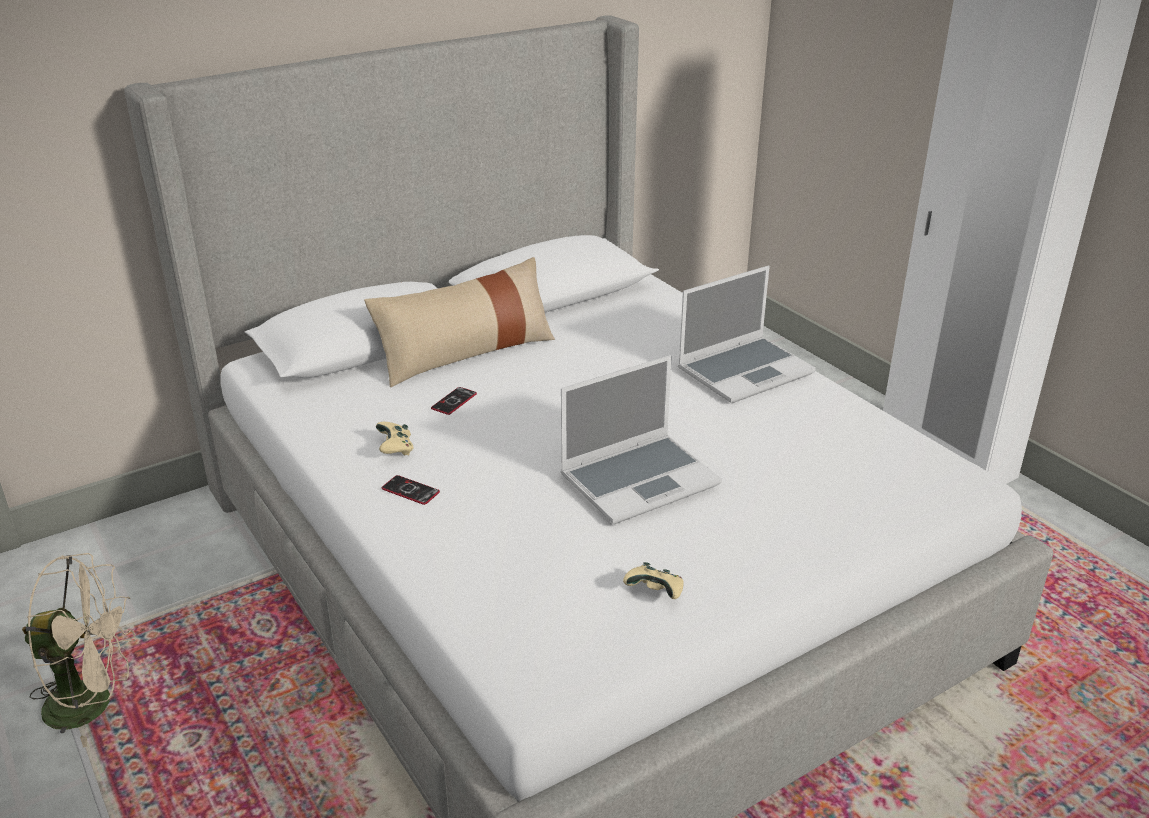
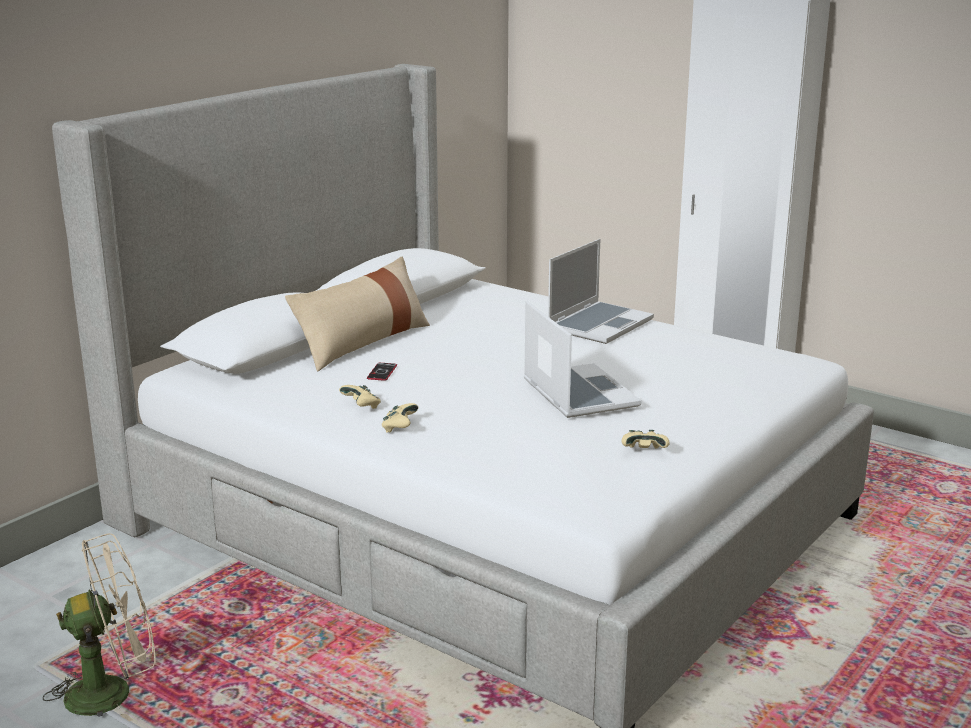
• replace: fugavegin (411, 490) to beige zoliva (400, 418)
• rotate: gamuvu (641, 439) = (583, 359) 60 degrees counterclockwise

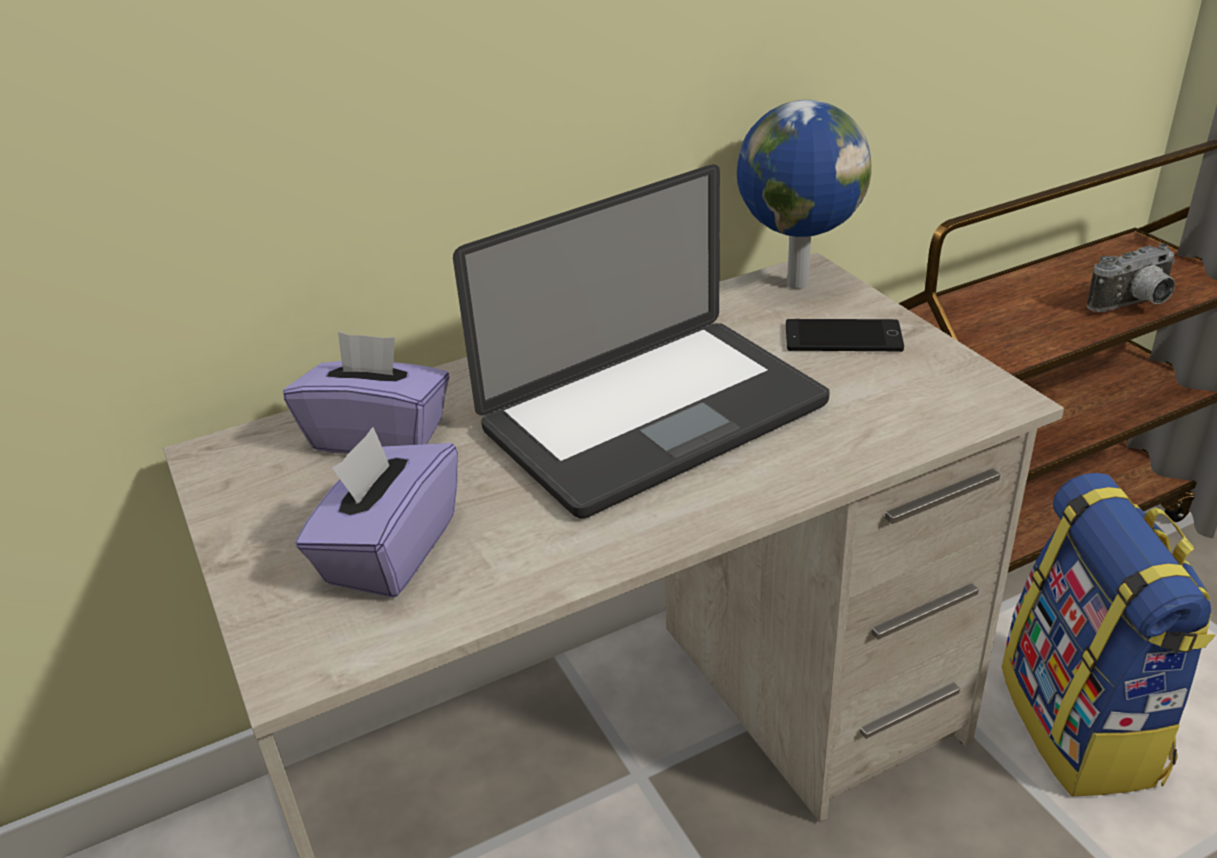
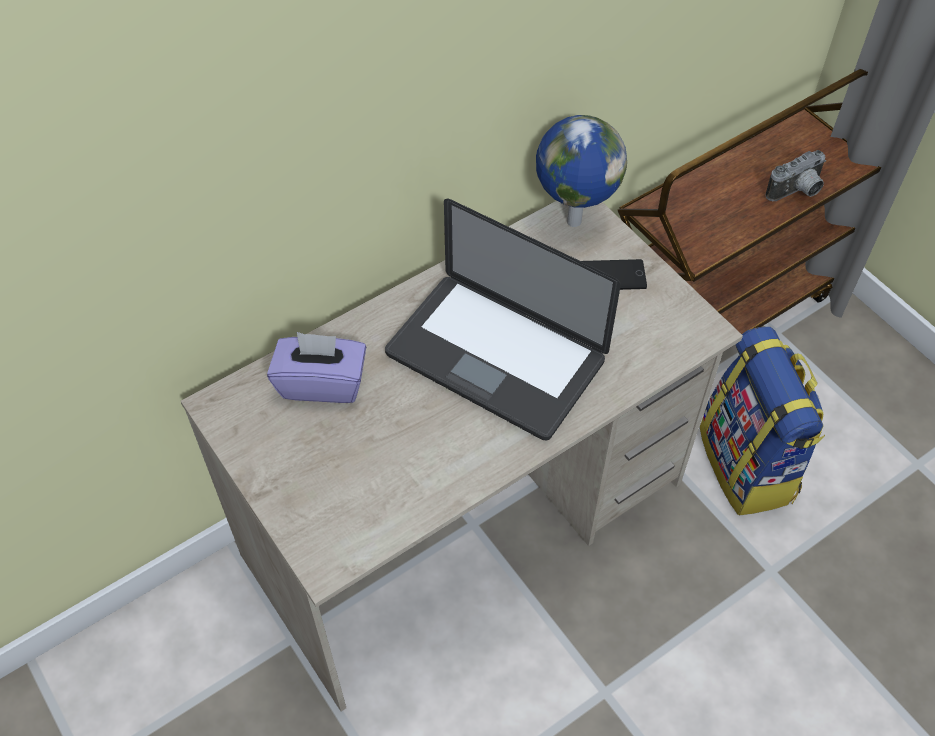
• rotate: gamuvu (641, 341) = (503, 319) 75 degrees clockwise
• delete: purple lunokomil (376, 512)

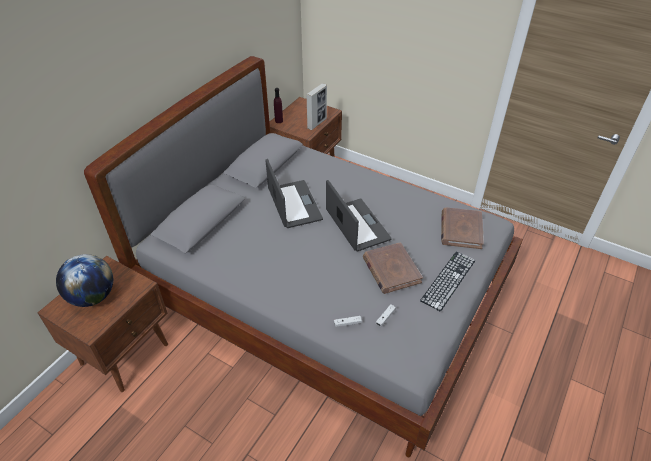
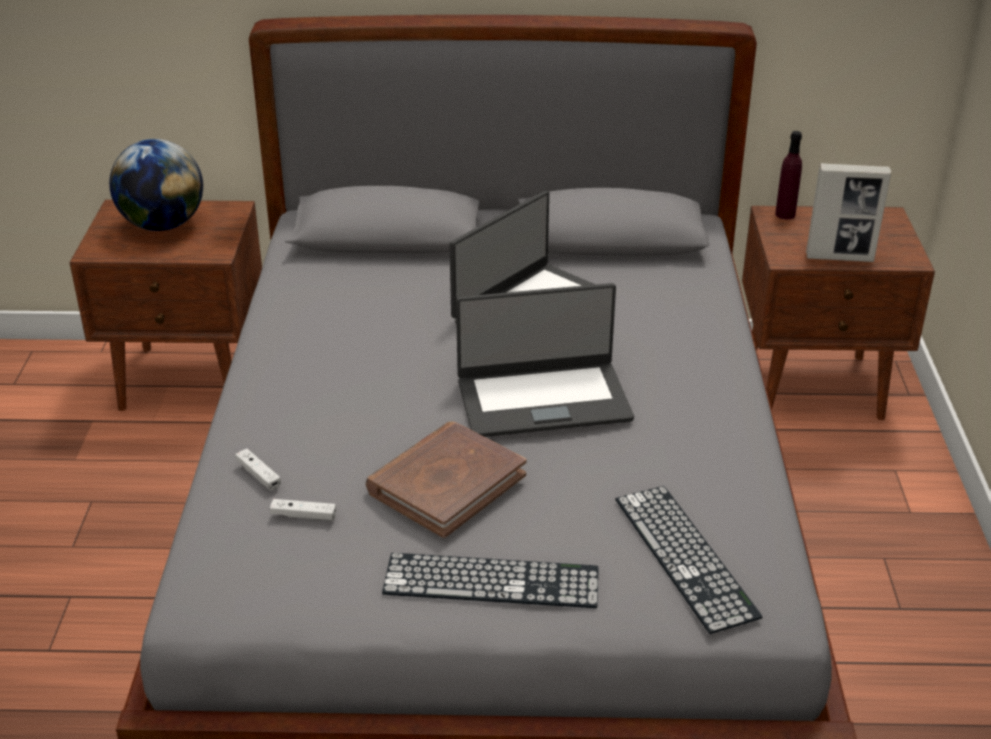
• rotate: gamuvu (359, 216) = (545, 360) 45 degrees clockwise
• replace: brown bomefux (462, 228) to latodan (689, 560)

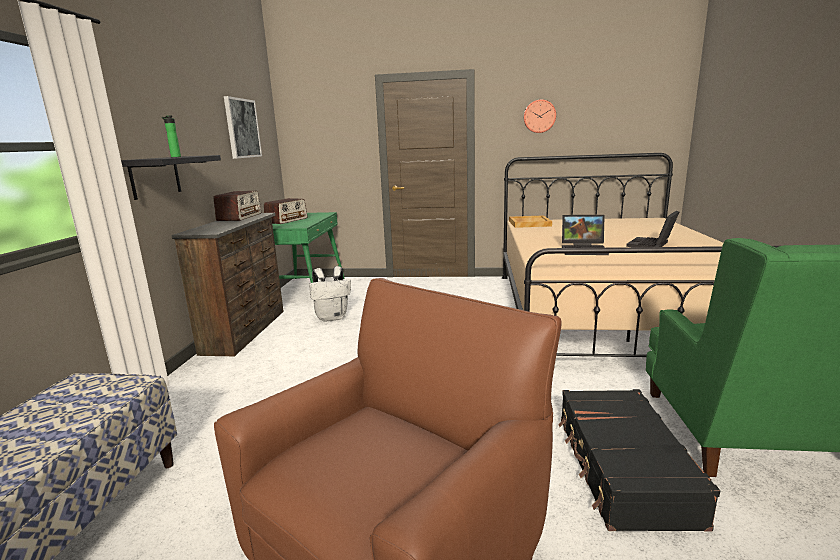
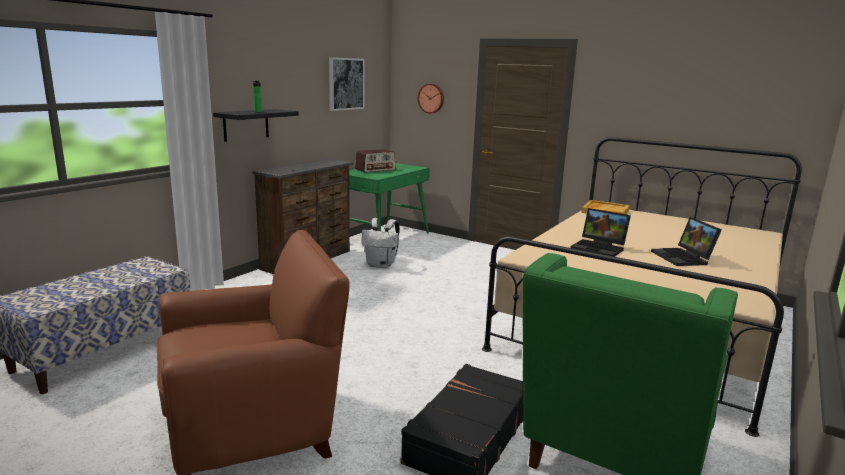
• move: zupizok (540, 116) to (431, 98)
• rotate: gamuvu (652, 229) = (686, 241) 75 degrees counterclockwise
• delete: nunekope (237, 206)

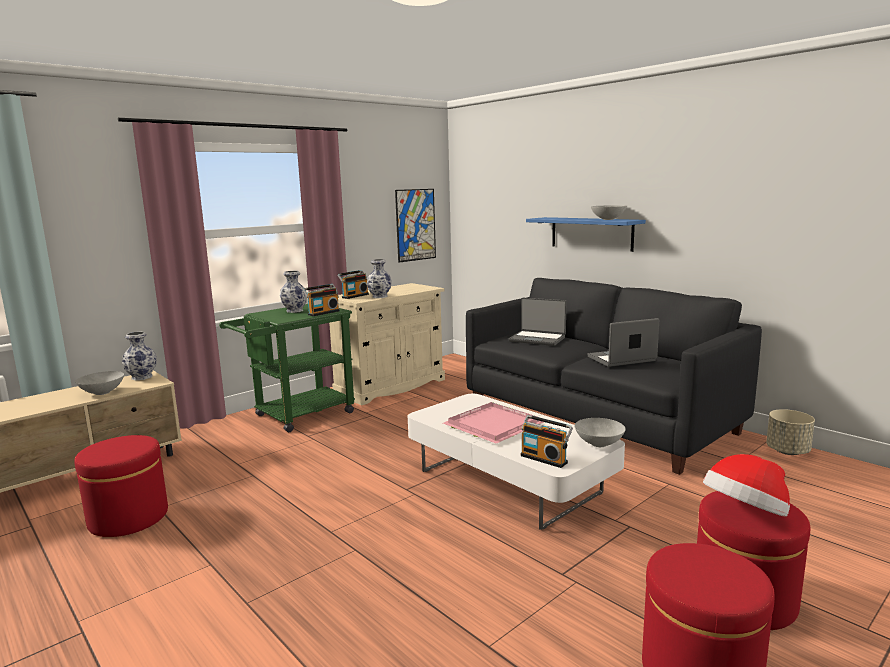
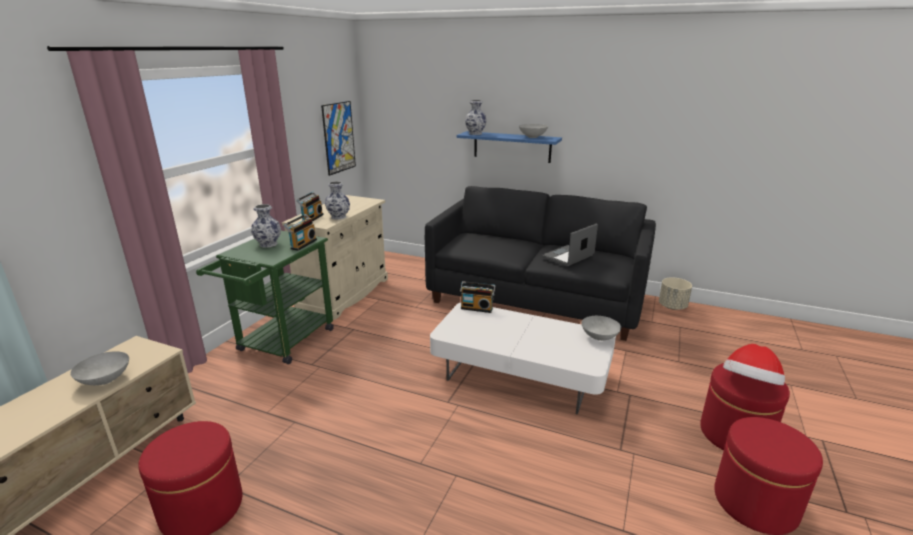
• move: nunekope (547, 441) to (478, 297)
• move: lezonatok (139, 356) to (476, 117)
• delete: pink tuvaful (493, 423)
• delete: gamuvu (537, 322)

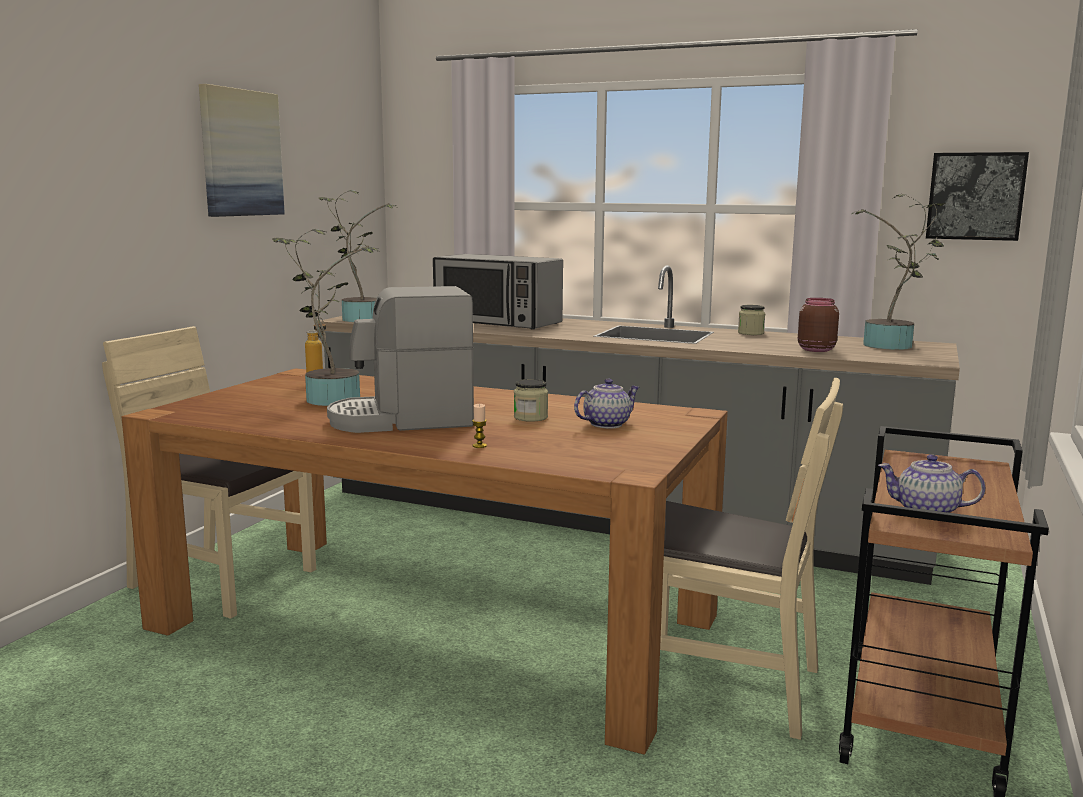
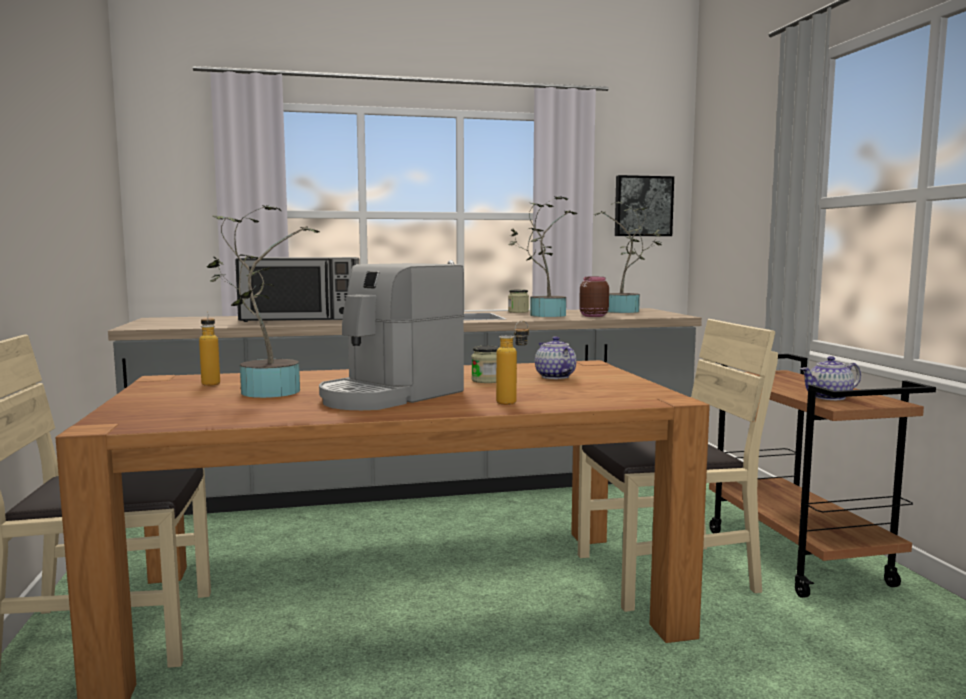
• replace: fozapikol (479, 426) to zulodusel (512, 362)
• move: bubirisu (357, 256) to (543, 257)
• rotate: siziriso (607, 403) = (555, 357) 45 degrees counterclockwise
• delete: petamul (242, 150)

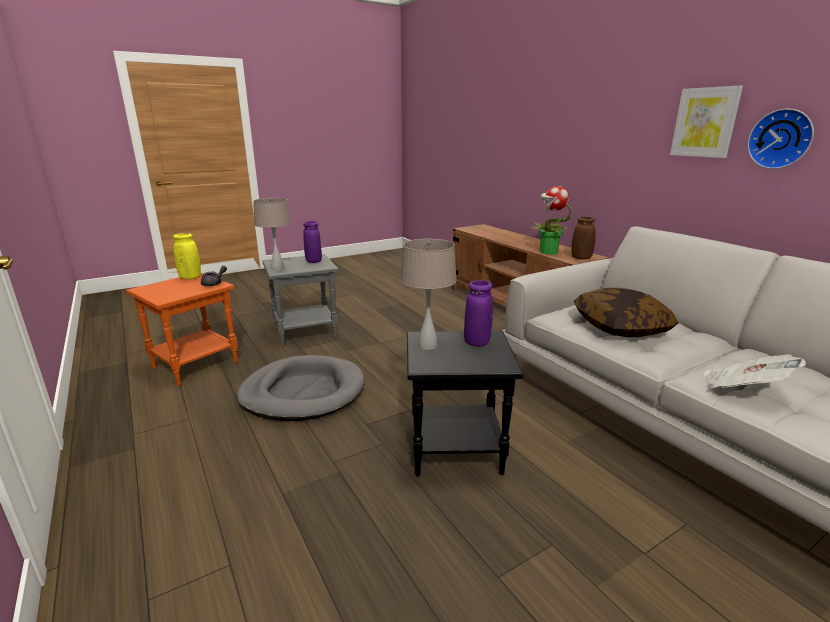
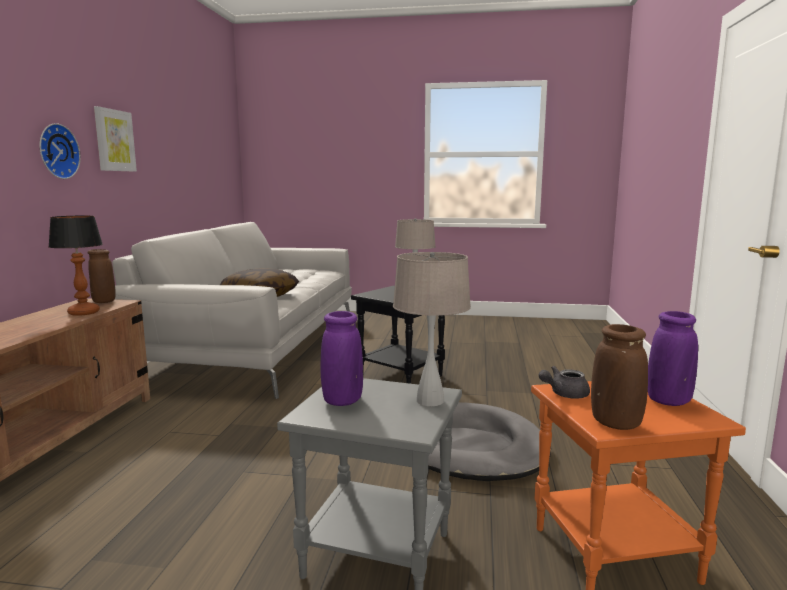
• move: zupizok (780, 139) to (60, 151)
• replace: bubirisu (550, 220) to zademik (75, 265)
• recolor: yellow lezonatok (187, 256) to brown lezonatok (619, 377)
• move: purple lezonatok (478, 313) to (673, 358)
• delete: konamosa (755, 371)

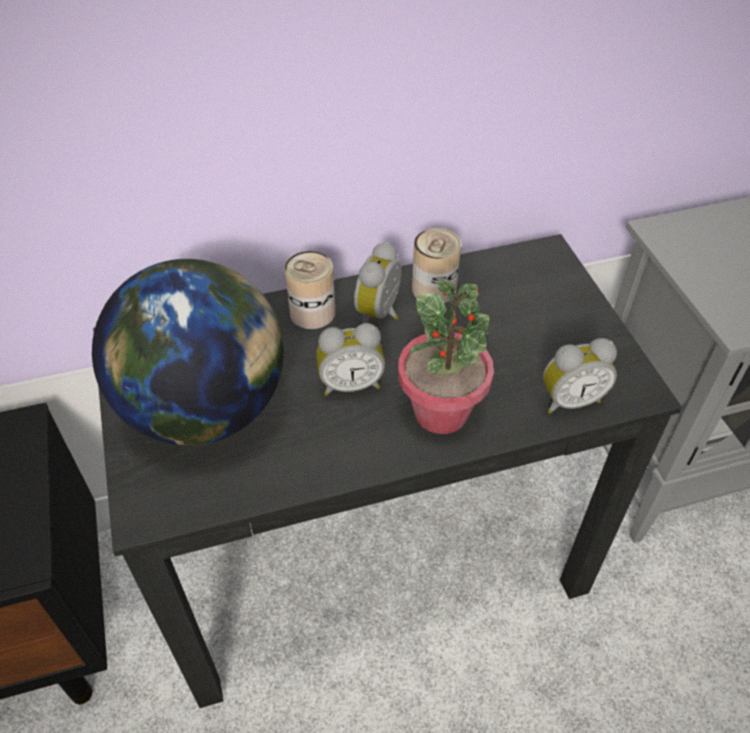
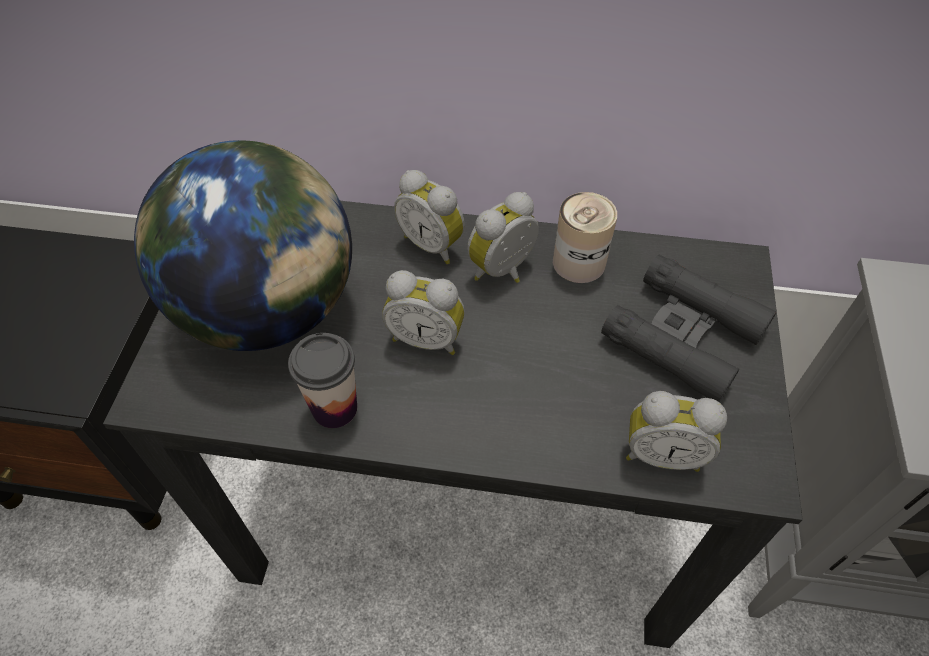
• insert: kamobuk (322, 380)
• replace: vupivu (310, 290) to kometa (429, 217)
• insert: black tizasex (688, 328)
• delete: bubirisu (446, 356)

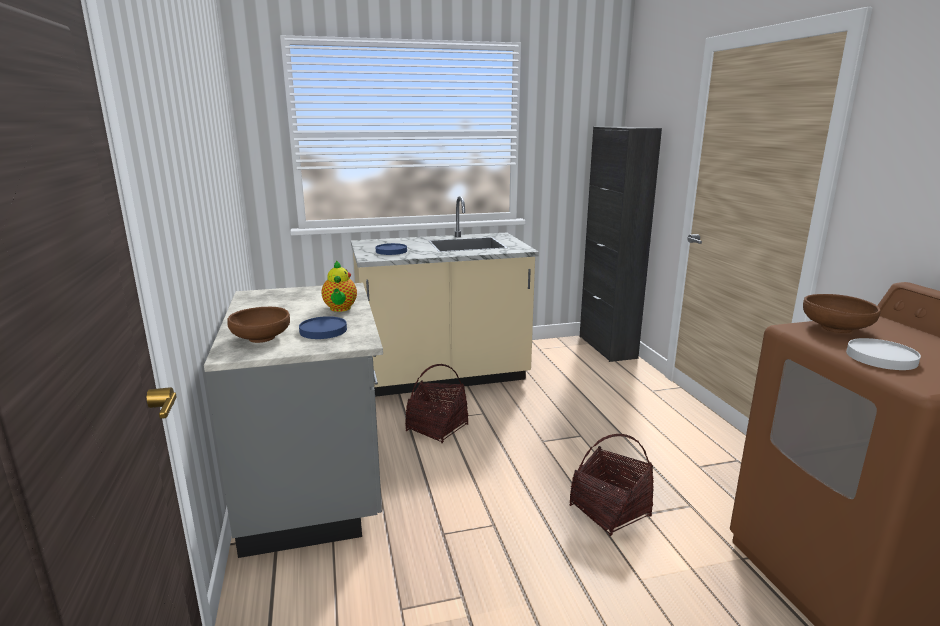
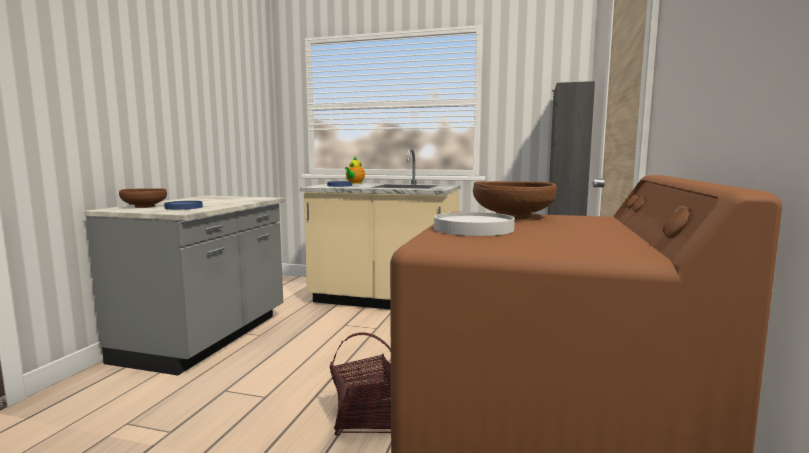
• move: siziriso (339, 286) to (355, 170)
• delete: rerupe (436, 403)

